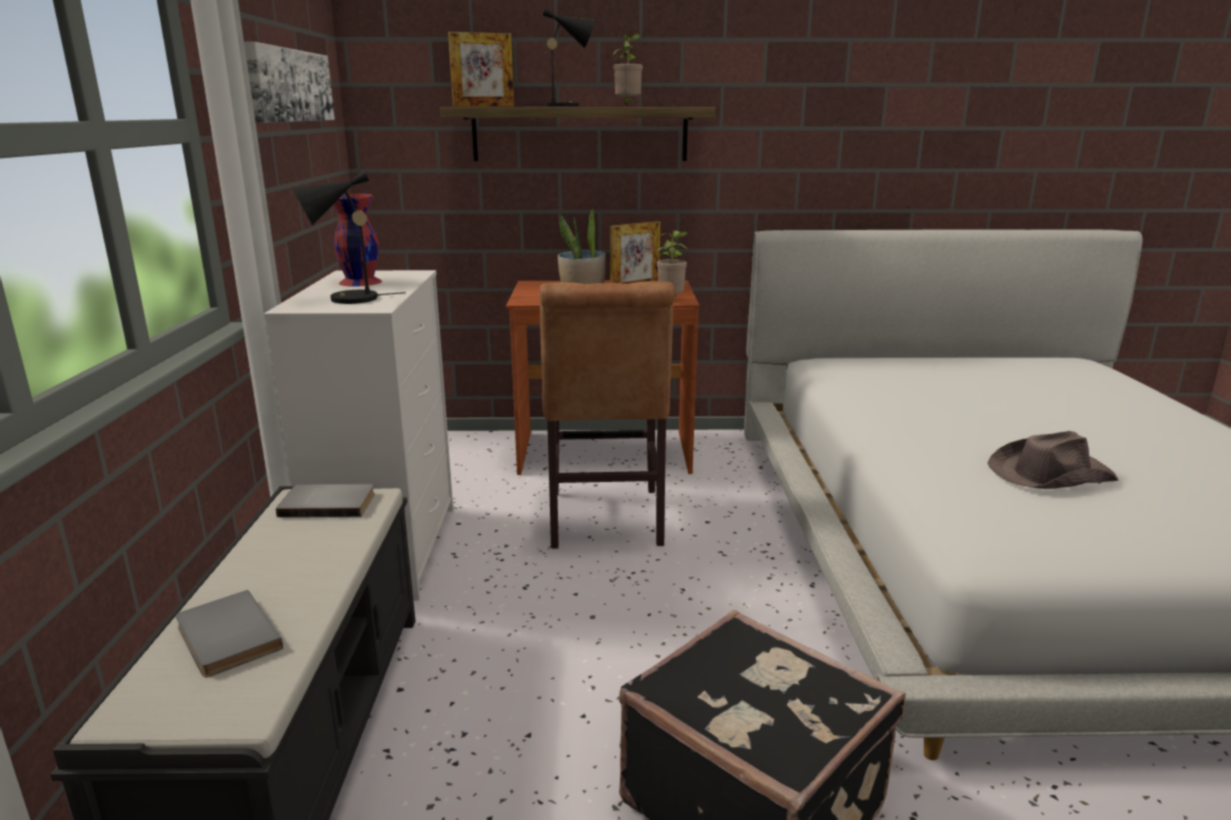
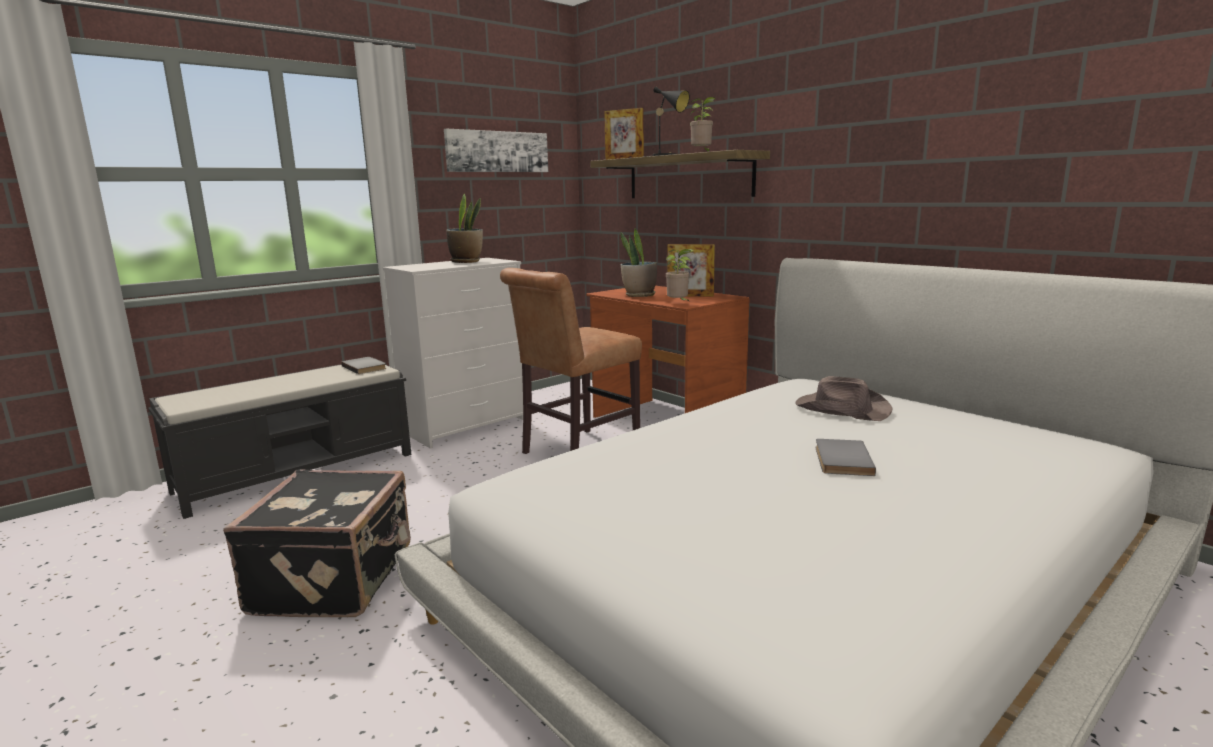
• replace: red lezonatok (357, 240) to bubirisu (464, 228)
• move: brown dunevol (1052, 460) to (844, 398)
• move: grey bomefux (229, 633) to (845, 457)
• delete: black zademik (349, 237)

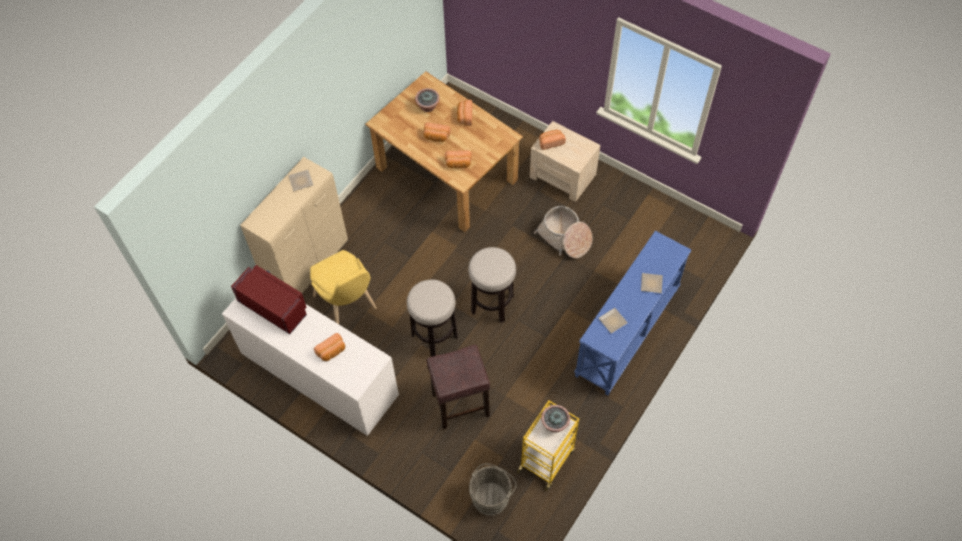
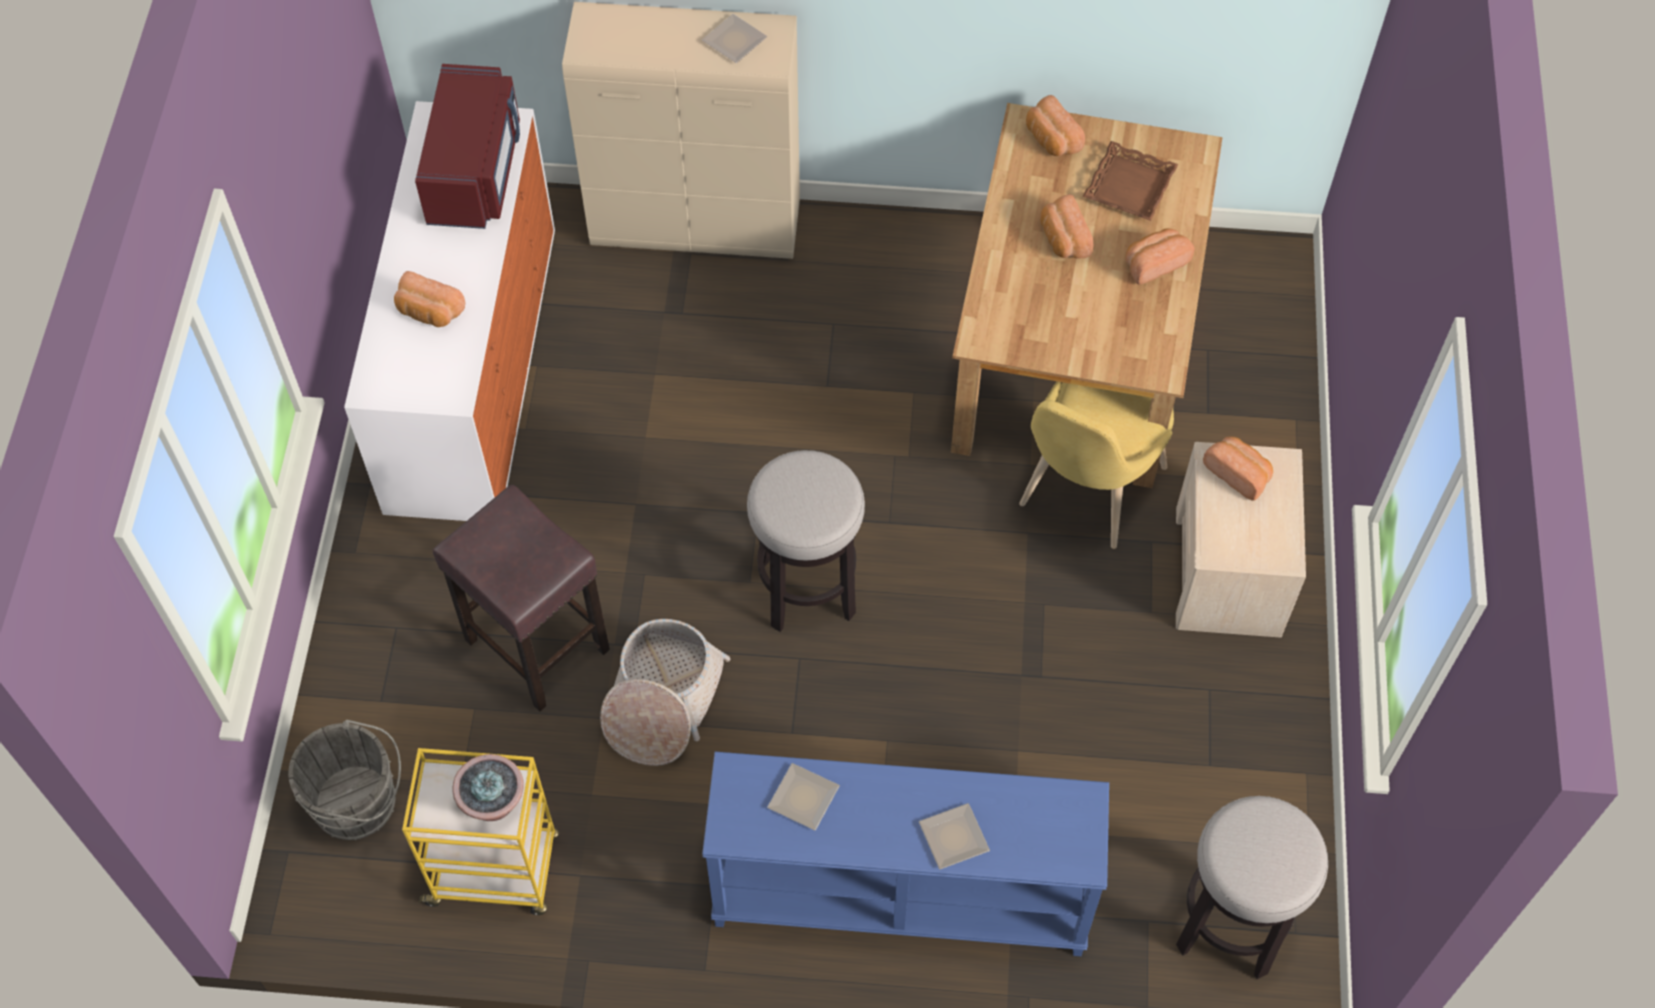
• move: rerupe (563, 232) to (665, 692)
• move: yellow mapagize (343, 287) to (1096, 465)
• move: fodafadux (458, 159) to (1055, 125)
• replace: bubirisu (427, 100) to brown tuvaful (1130, 181)
• move: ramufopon (432, 317) to (1252, 887)

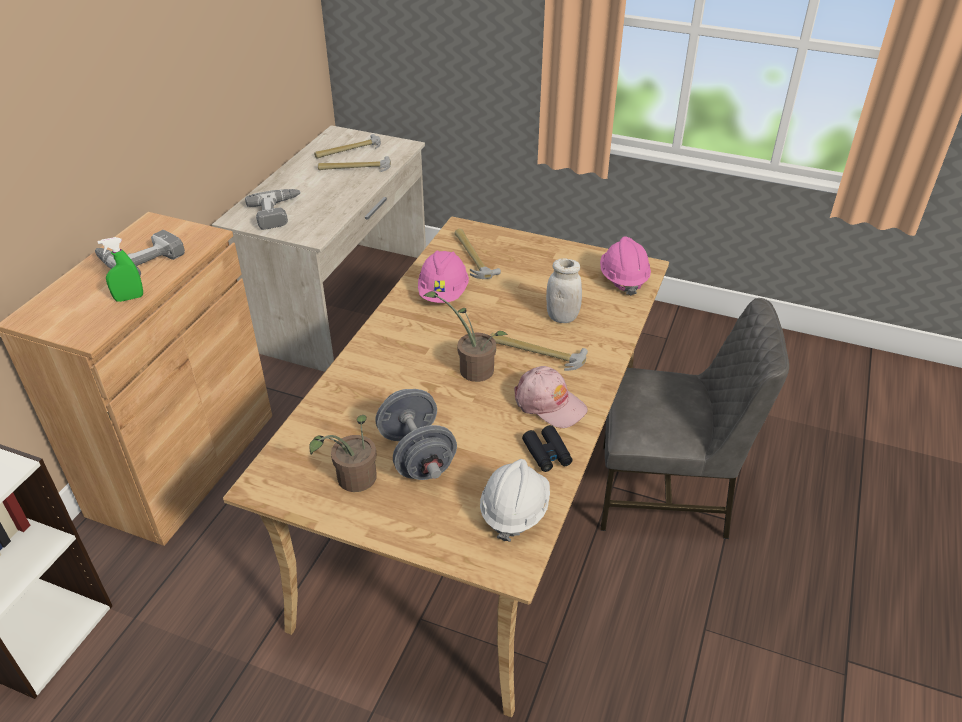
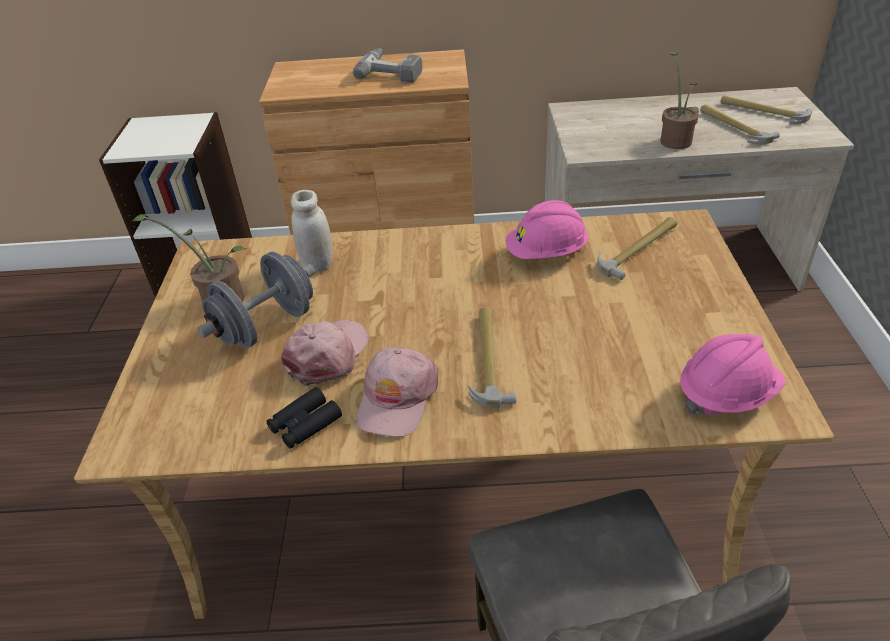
• insert: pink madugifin (325, 353)
• move: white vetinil (564, 290) to (312, 231)
• move: bubirisu (466, 336) to (679, 100)
• delete: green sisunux (120, 269)
• delete: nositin (273, 209)
• delete: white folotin (515, 500)

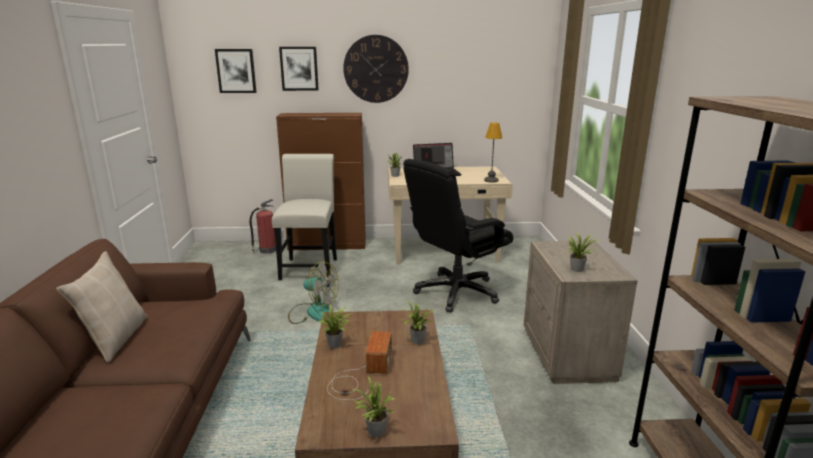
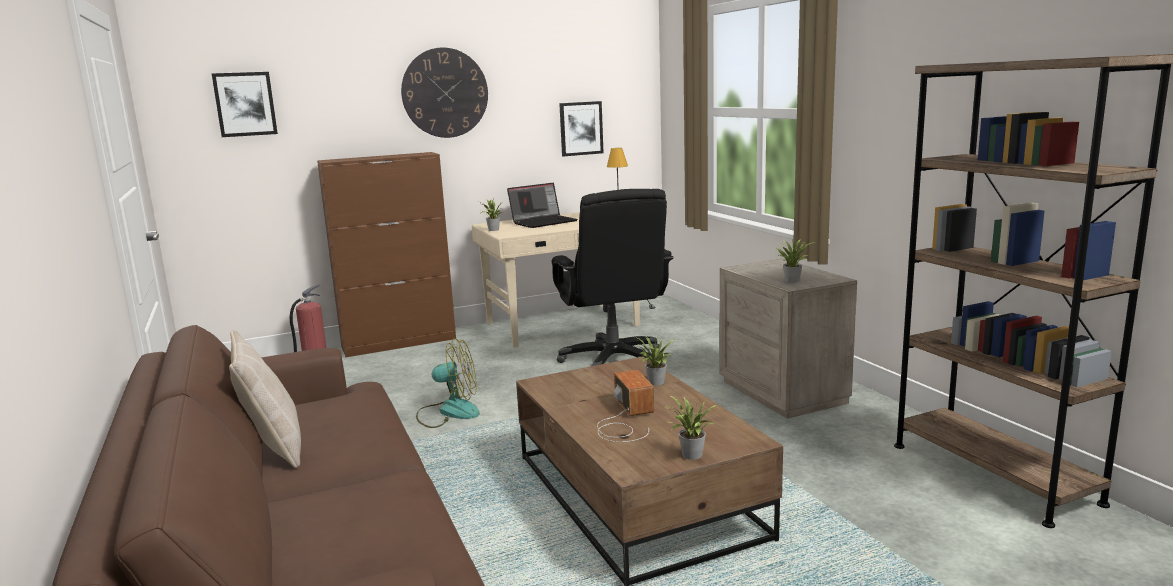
• rotate: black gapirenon (458, 235) = (613, 277) 45 degrees counterclockwise
• move: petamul (299, 69) to (581, 128)
• delete: white mapagize (304, 217)
• delete: bubirisu (335, 327)

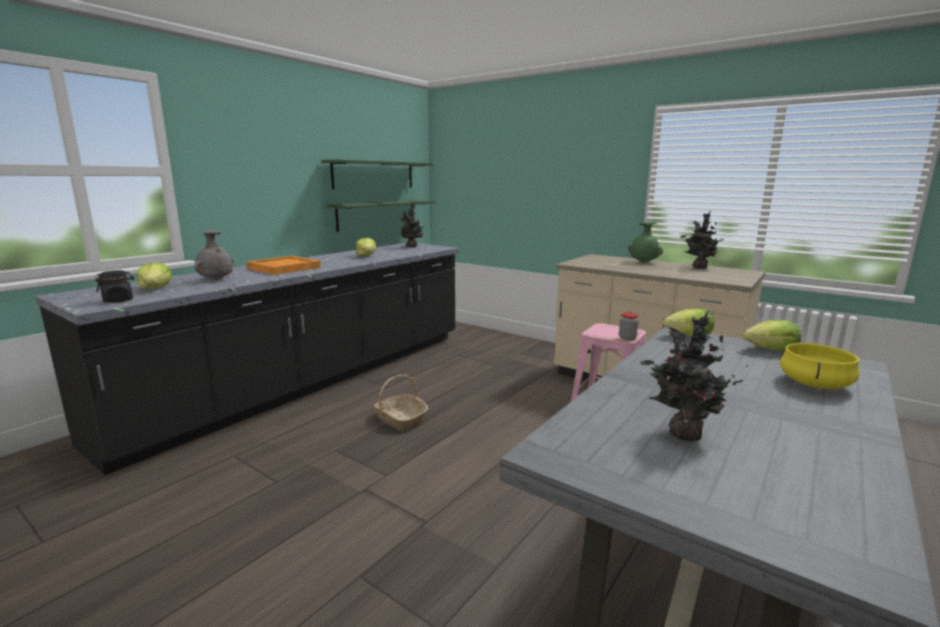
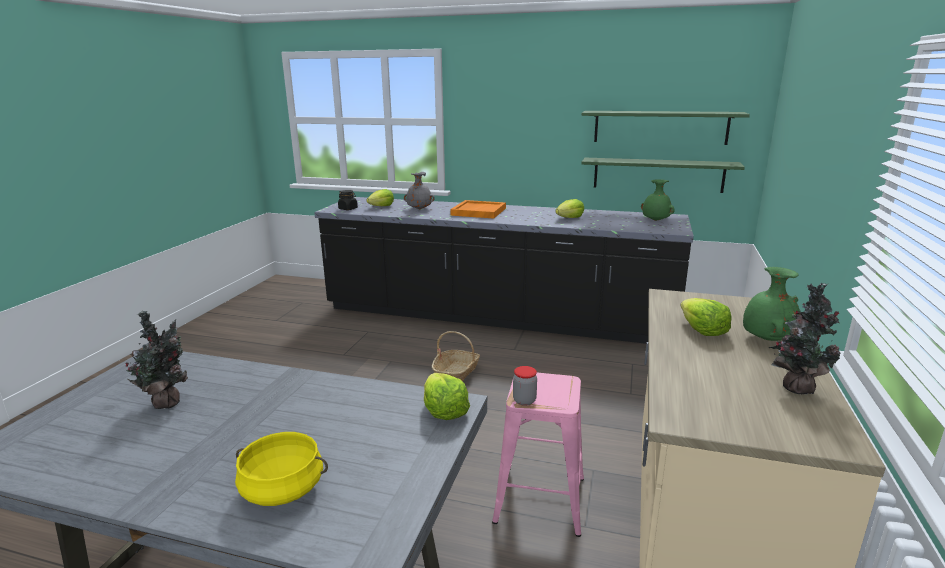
• replace: bubirisu (412, 225) to green lezonatok (658, 200)
• move: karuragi (772, 335) to (706, 317)

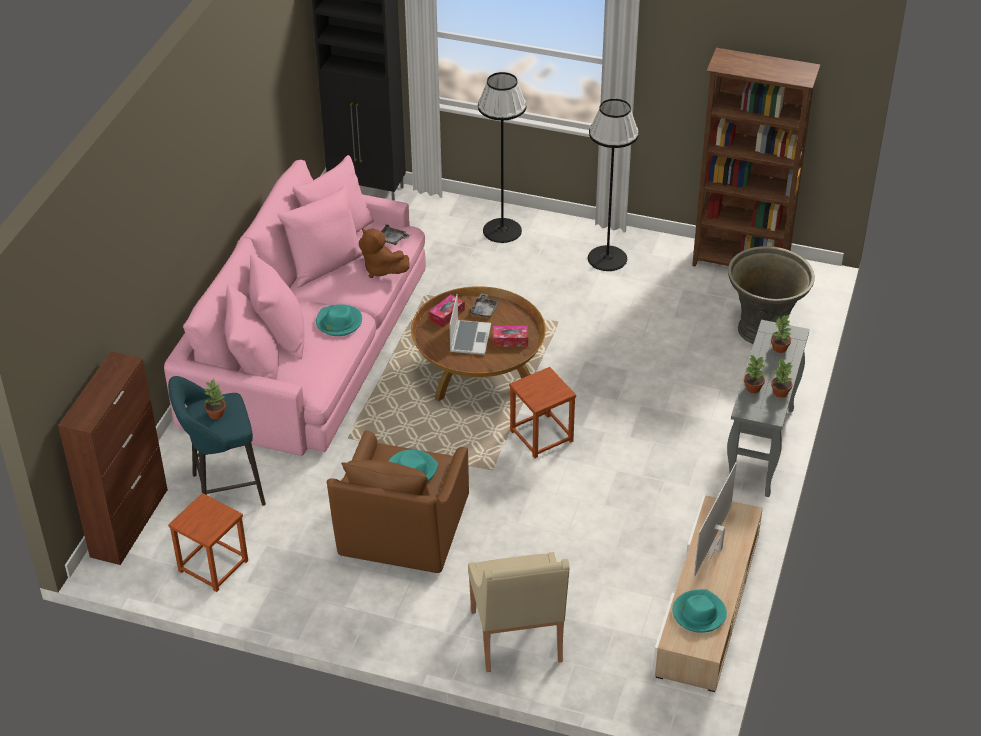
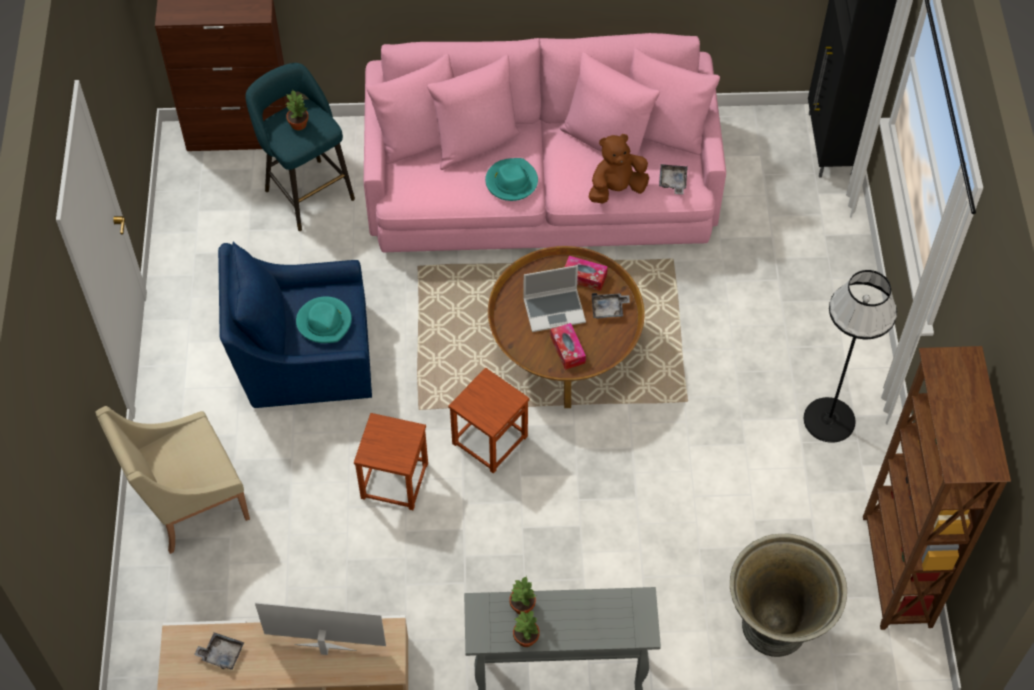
• replace: turquoise dunevol (700, 611) to grey tuvaful (219, 651)
• recolor: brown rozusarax (397, 502) to blue rozusarax (295, 324)
• move: brown ramufopon (208, 542) to (391, 461)
• rotate: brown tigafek (384, 253) = (619, 169) 45 degrees clockwise
• delete: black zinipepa (502, 157)
• delete: bubirisu (781, 333)

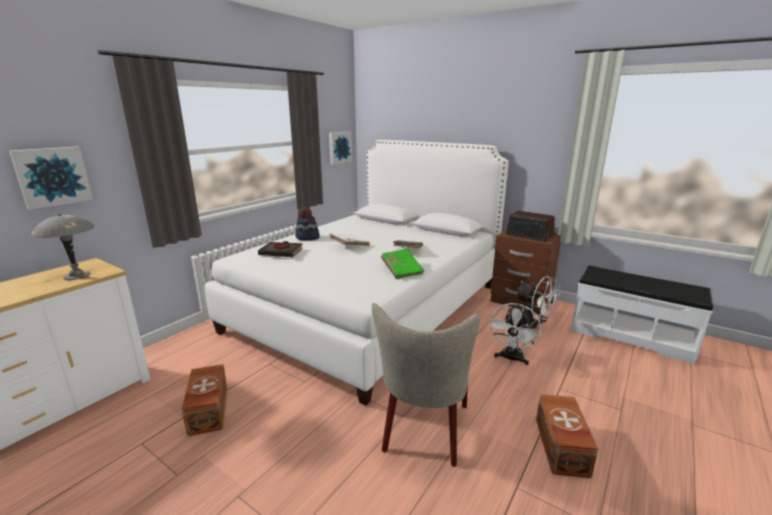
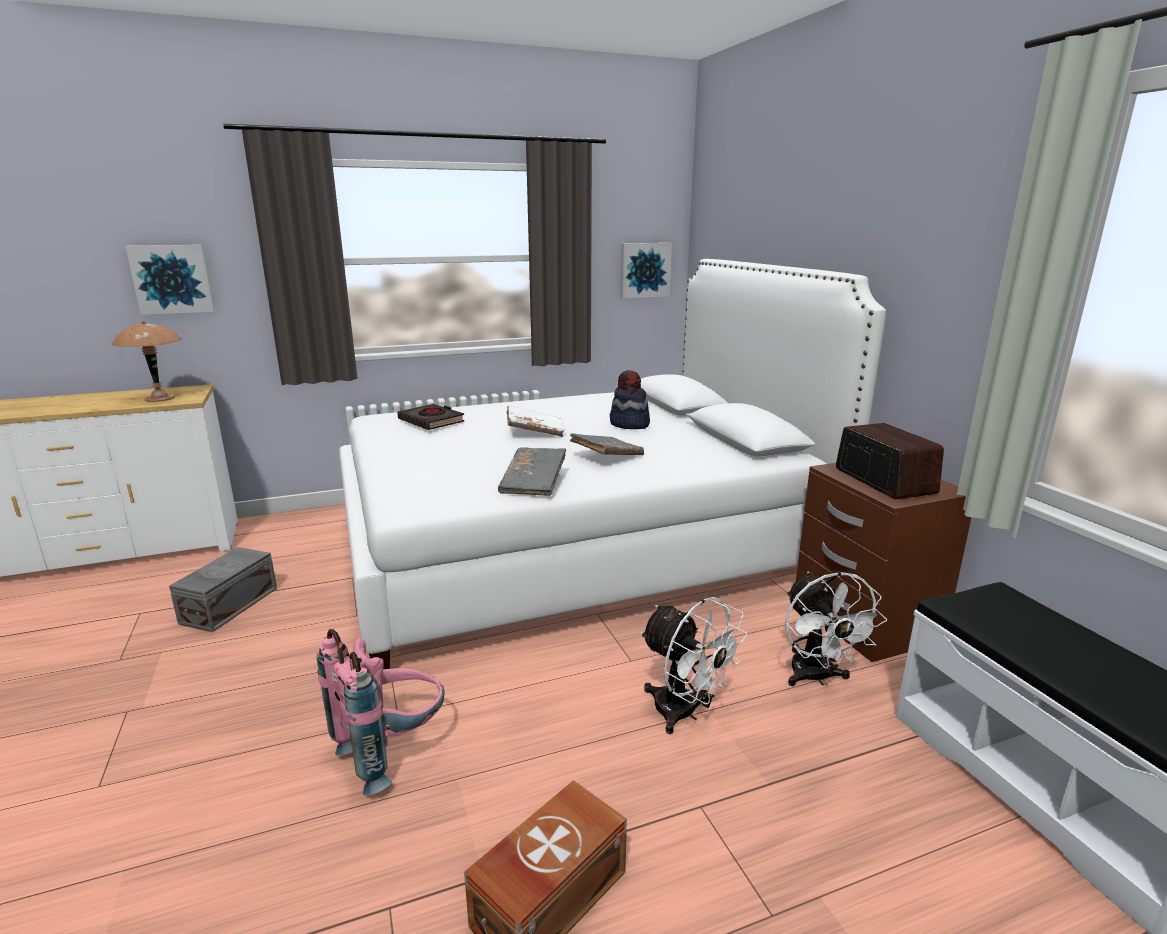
• recolor: grey zademik (63, 246) to brown zademik (147, 361)
• recolor: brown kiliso (205, 400) to grey kiliso (223, 589)
• replace: beige mapagize (426, 385) to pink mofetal (380, 712)
• recolor: green bomefux (403, 264) to grey bomefux (532, 471)
• move: dunevol (307, 224) to (630, 399)
• rotate: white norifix (514, 334) = (693, 665) 105 degrees counterclockwise

